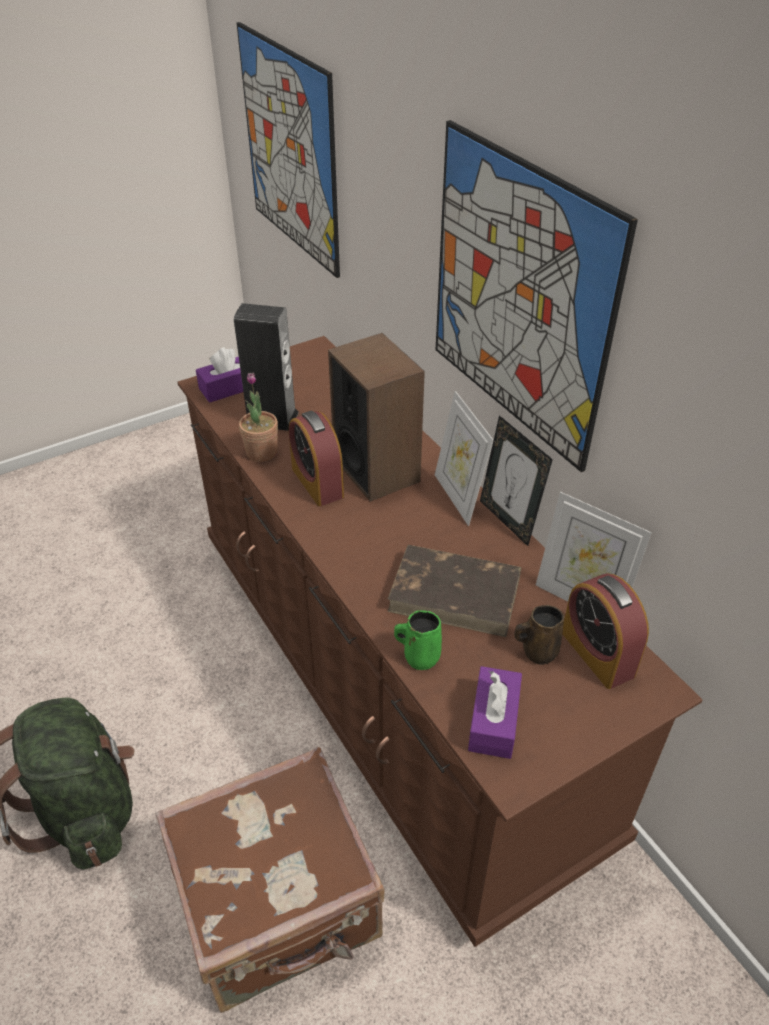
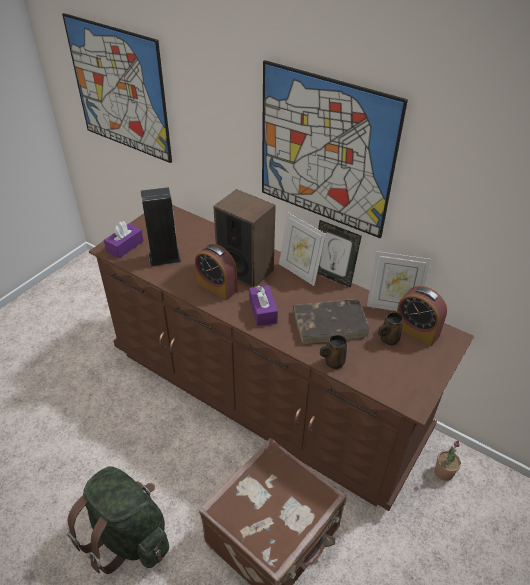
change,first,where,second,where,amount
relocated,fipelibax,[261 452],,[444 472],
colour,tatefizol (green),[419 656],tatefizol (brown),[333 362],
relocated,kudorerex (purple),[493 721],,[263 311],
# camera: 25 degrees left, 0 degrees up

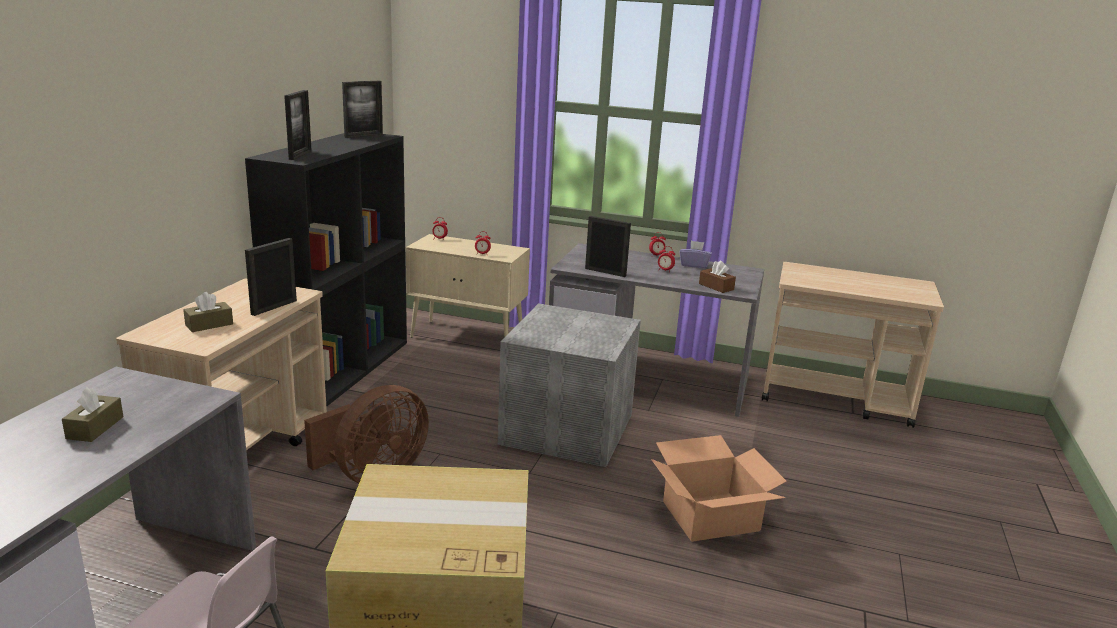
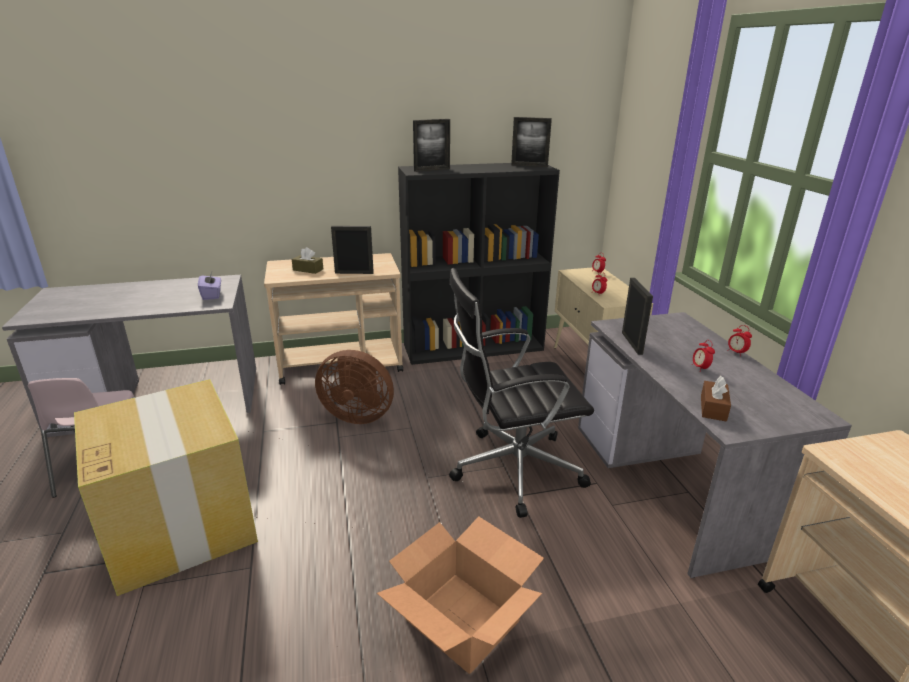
change,first,where,second,where,amount
missing,kudorerex (brown),[95 427],,,
exchanged,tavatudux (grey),[565 429],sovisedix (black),[512 469],
relocated,kudorerex (purple),[694 265],,[212 295],
# camera: 60 degrees right, 5 degrees up

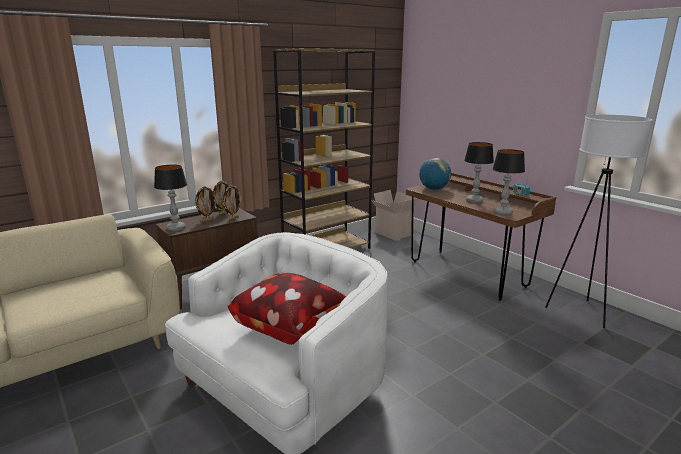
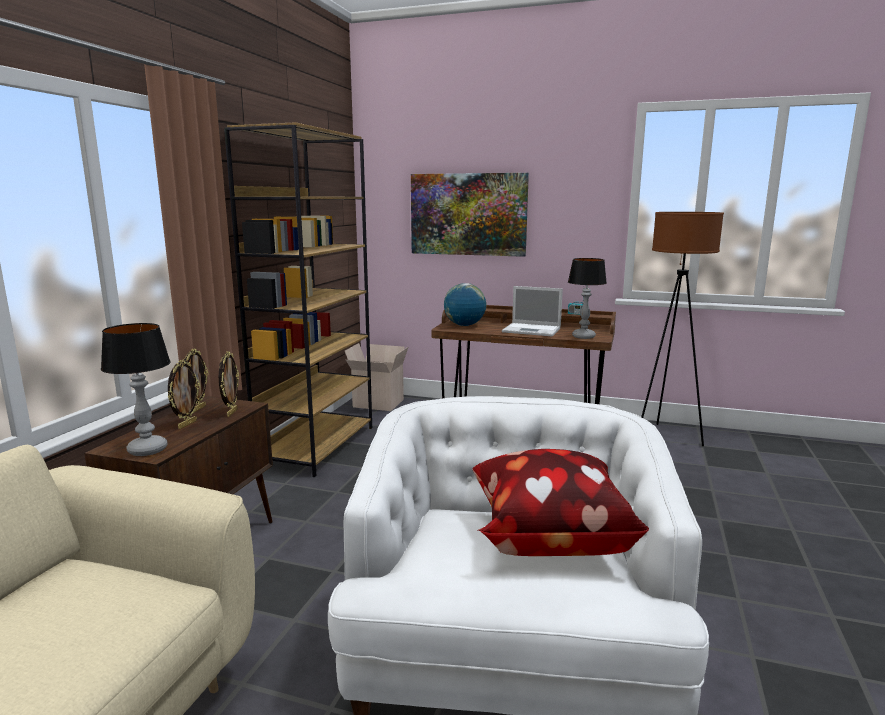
change,first,where,second,where,amount
exchanged,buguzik,[475 201],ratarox,[533 330],
colour,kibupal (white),[579 312],kibupal (brown),[665 437],
appeared,,,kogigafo,[468 214],
# camera: 35 degrees left, 5 degrees down

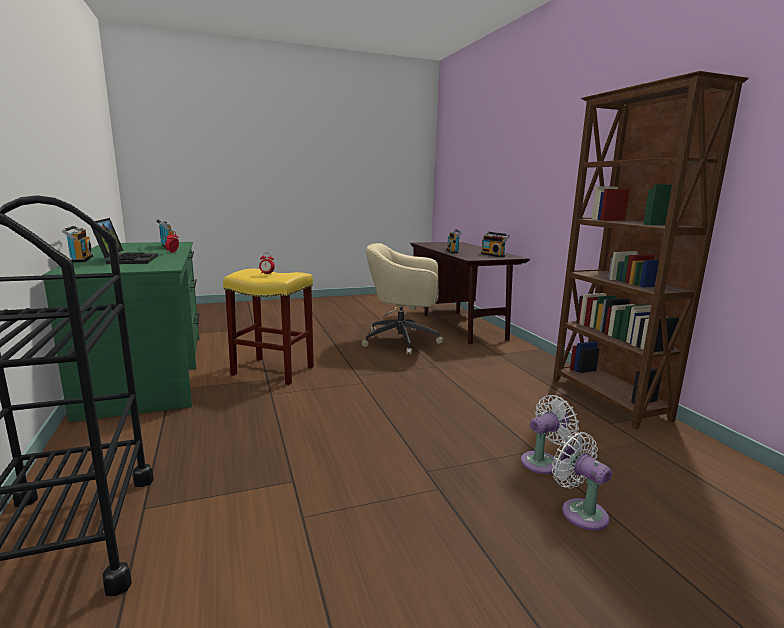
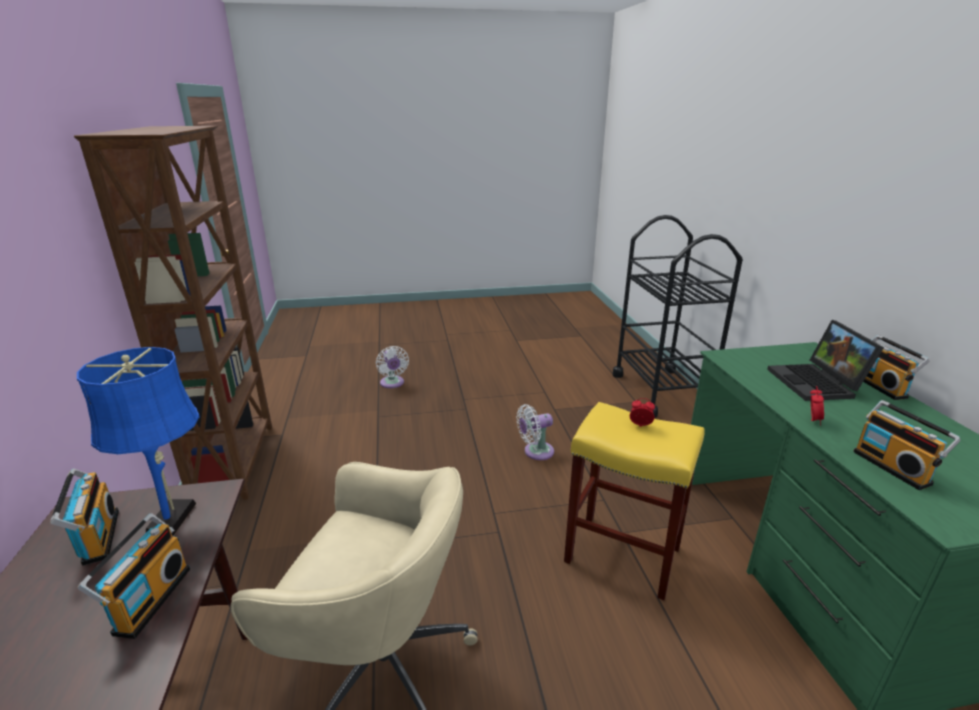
change,first,where,second,where,amount
relocated,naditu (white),[543 462],,[535 452],
appeared,,,buguzik (blue),[174 515],
# camera: 170 degrees left, 10 degrees up

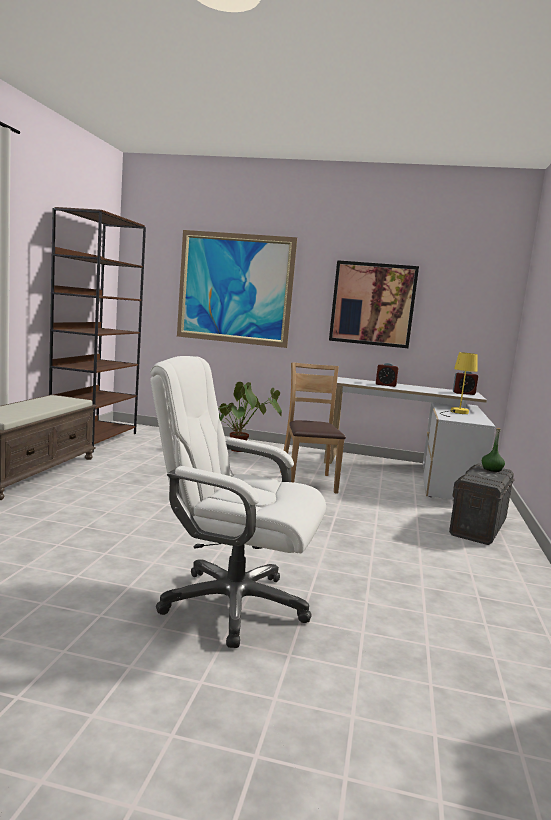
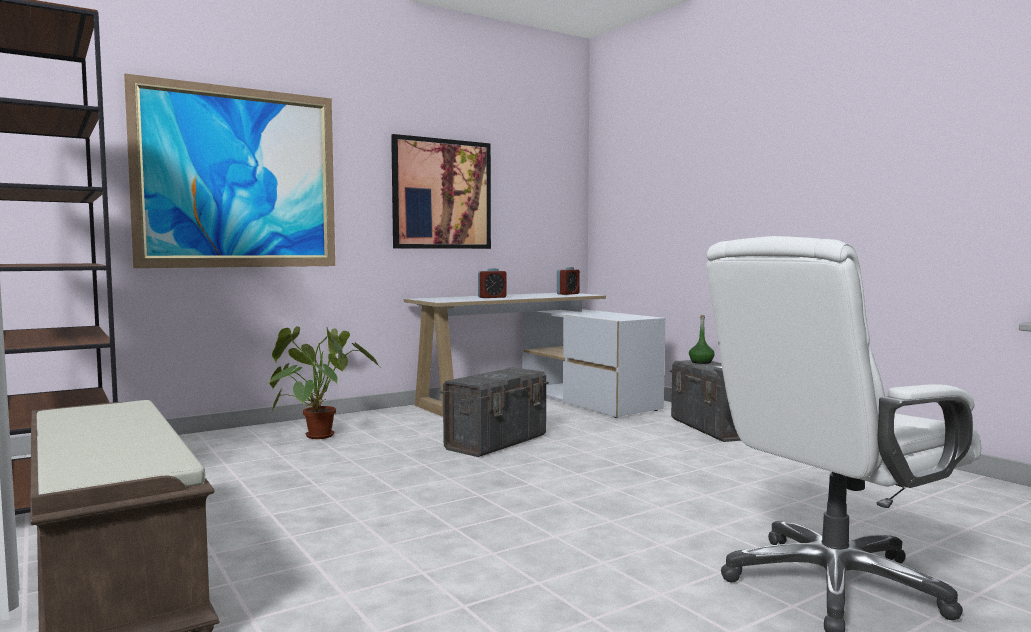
change,first,where,second,where,amount
exchanged,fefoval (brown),[308 482],tavatudux (grey),[497 442],
missing,buguzik (yellow),[456 412],,,
# camera: 45 degrees left, 5 degrees down

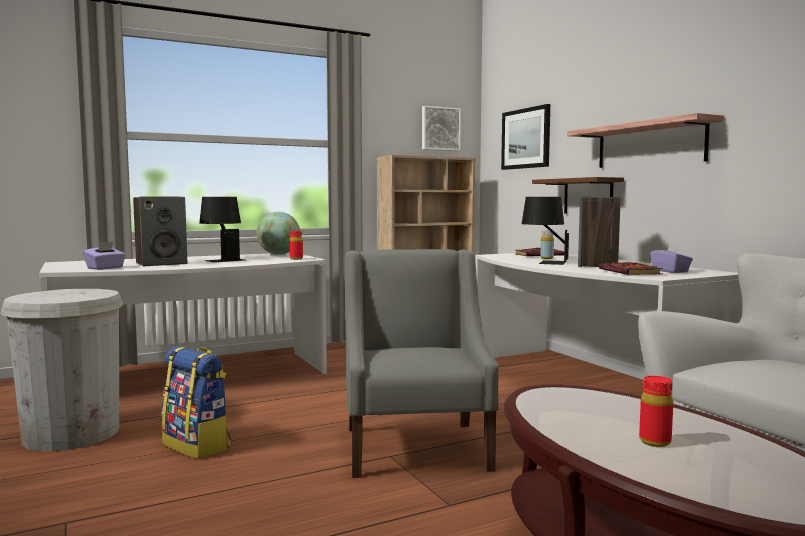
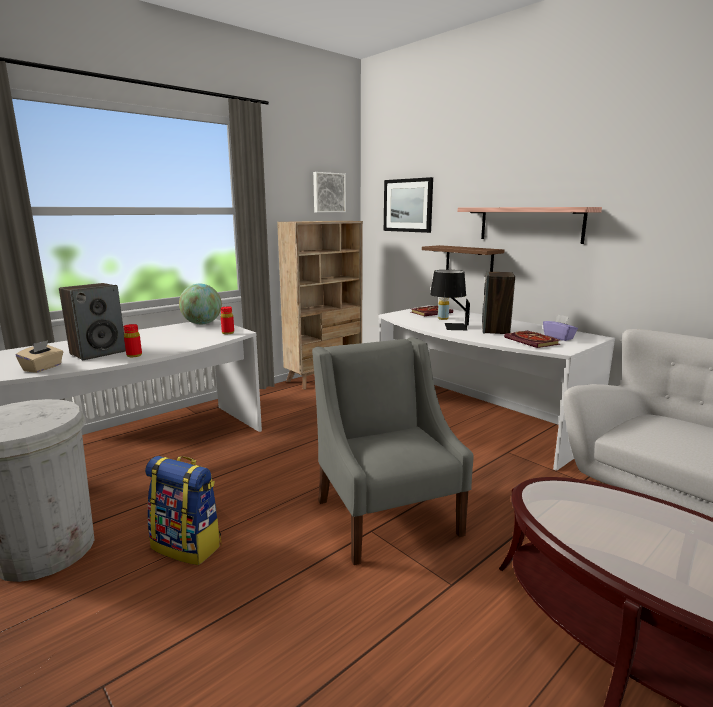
change,first,where,second,where,amount
colour,kudorerex (purple),[105 268],kudorerex (beige),[43 368],
missing,buguzik (black),[222 259],,,
relocated,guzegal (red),[655 441],,[134 355],
# camera: 15 degrees left, 10 degrees up

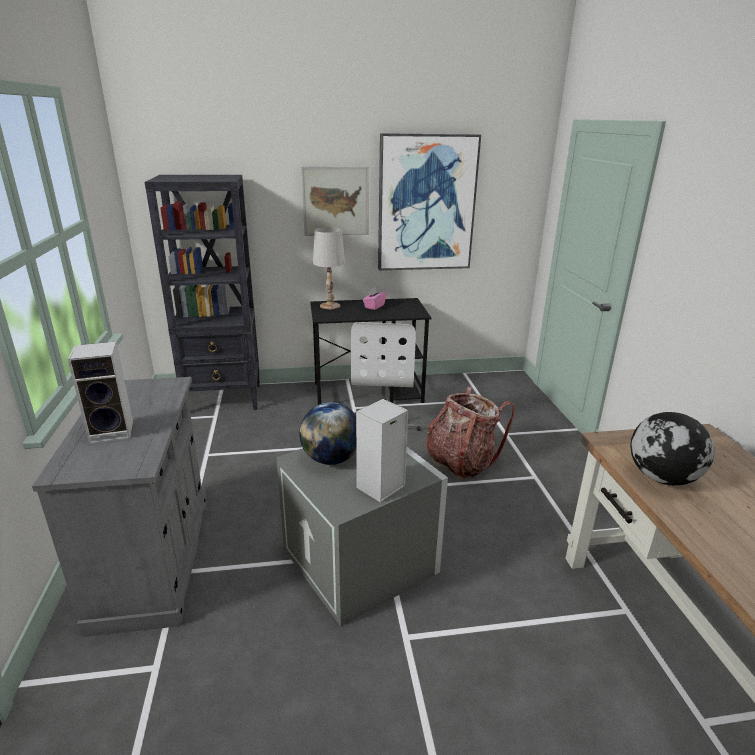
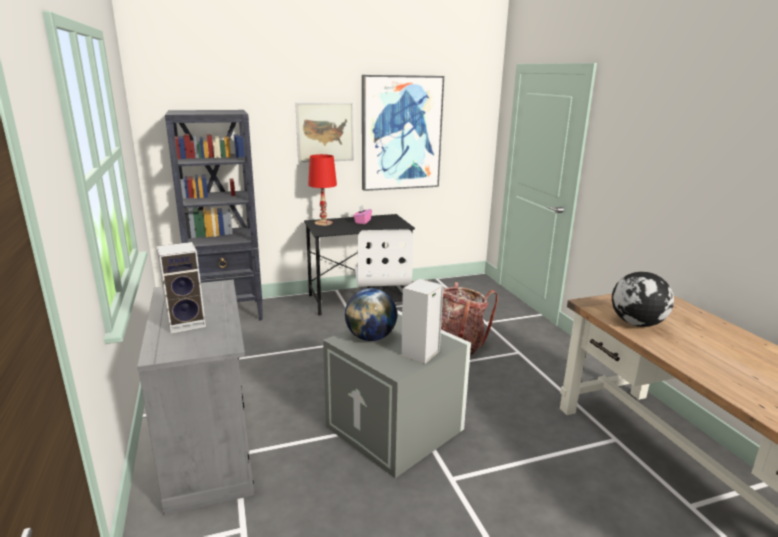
change,first,where,second,where,amount
colour,buguzik (white),[330 306],buguzik (red),[324 223],
# camera: 10 degrees left, 5 degrees down

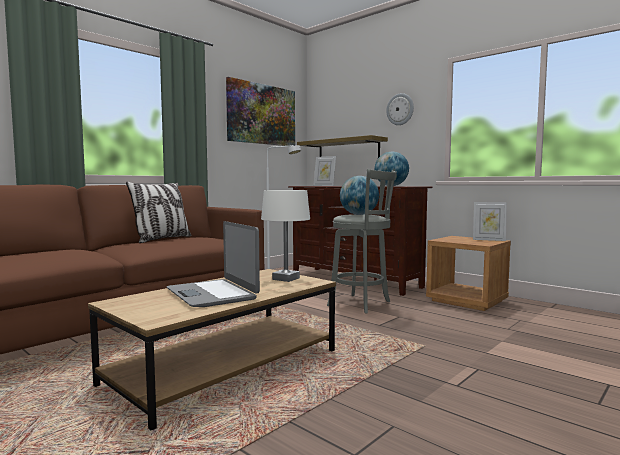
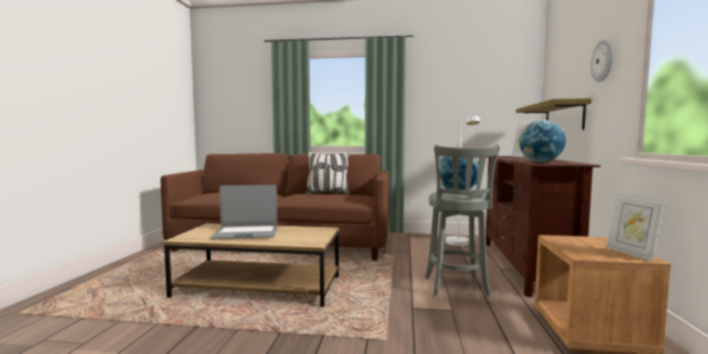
change,first,where,second,where,amount
spun,ratarox,[212 294],,[246 233],120 degrees counterclockwise
missing,kogigafo,[262 114],,,
missing,buguzik (white),[285 279],,,
# camera: 55 degrees right, 0 degrees up

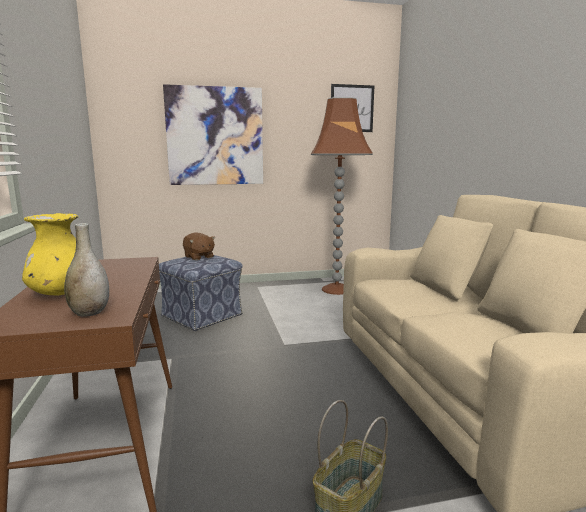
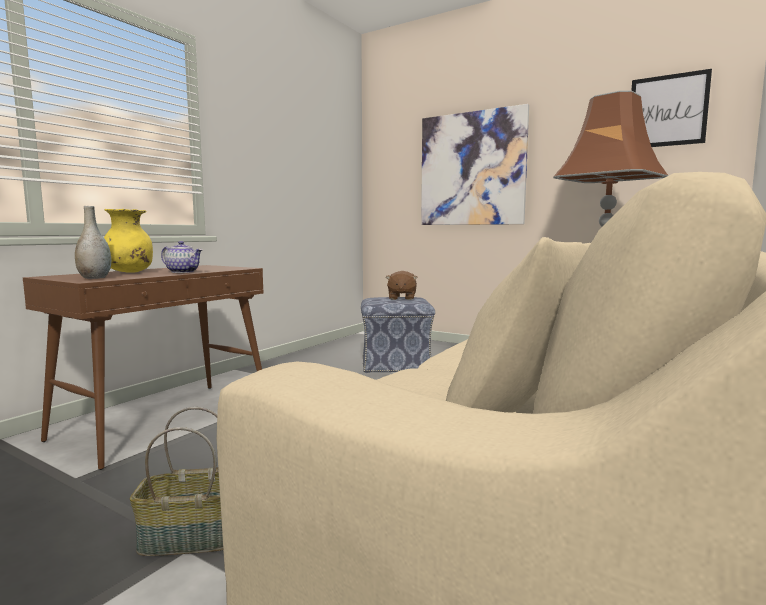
change,first,where,second,where,amount
appeared,,,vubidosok,[183 272],
# camera: 45 degrees right, 5 degrees down

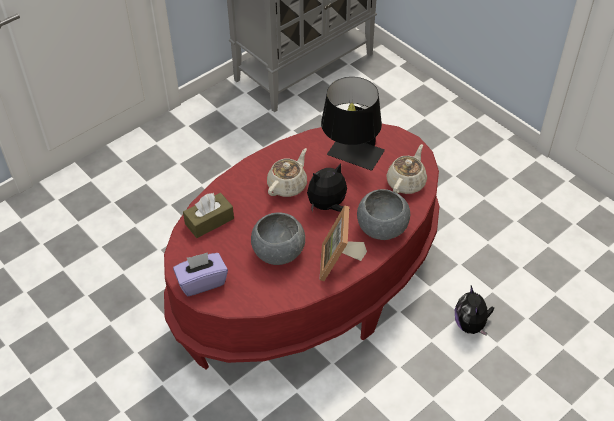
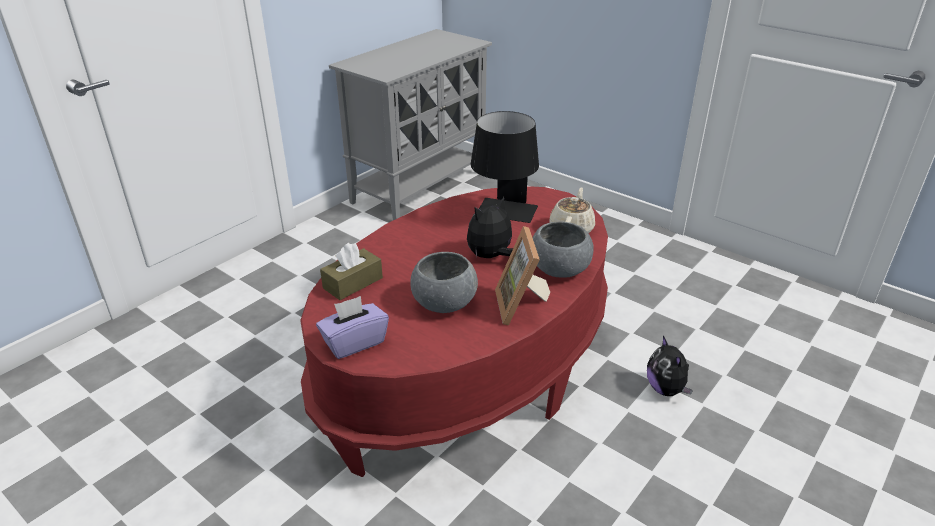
change,first,where,second,where,amount
missing,vubidosok (beige),[288 185],,,
# camera: 10 degrees left, 15 degrees down

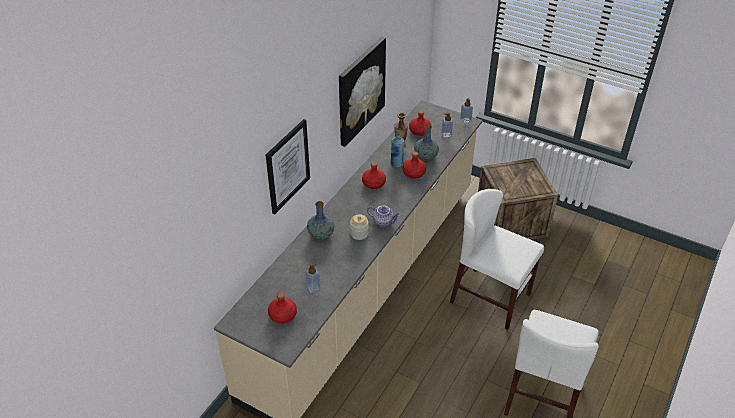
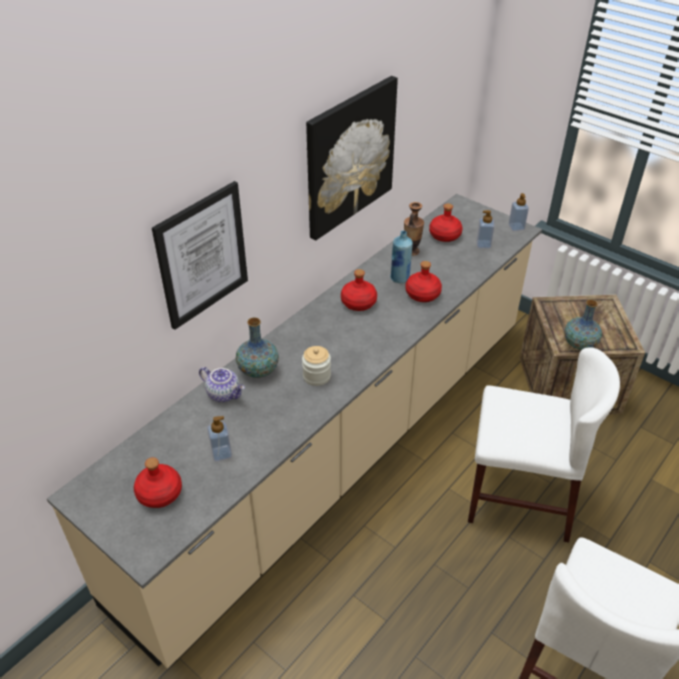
change,first,where,second,where,amount
relocated,vubidosok,[383 221],,[224 394],
relocated,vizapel,[425 156],,[579 344],
spun,fefoval (white),[490 298],,[519 497],150 degrees clockwise
# camera: 10 degrees right, 0 degrees up

